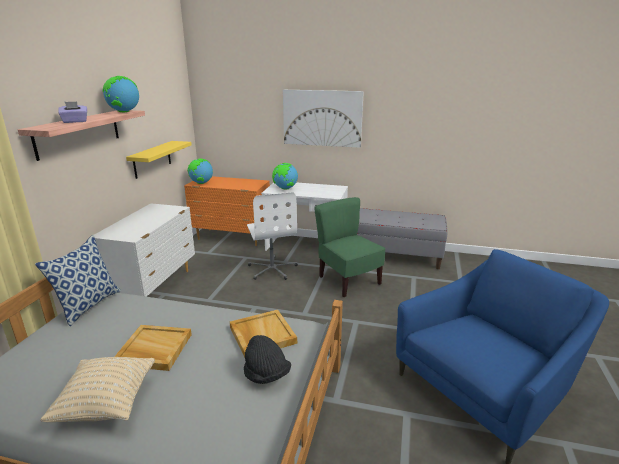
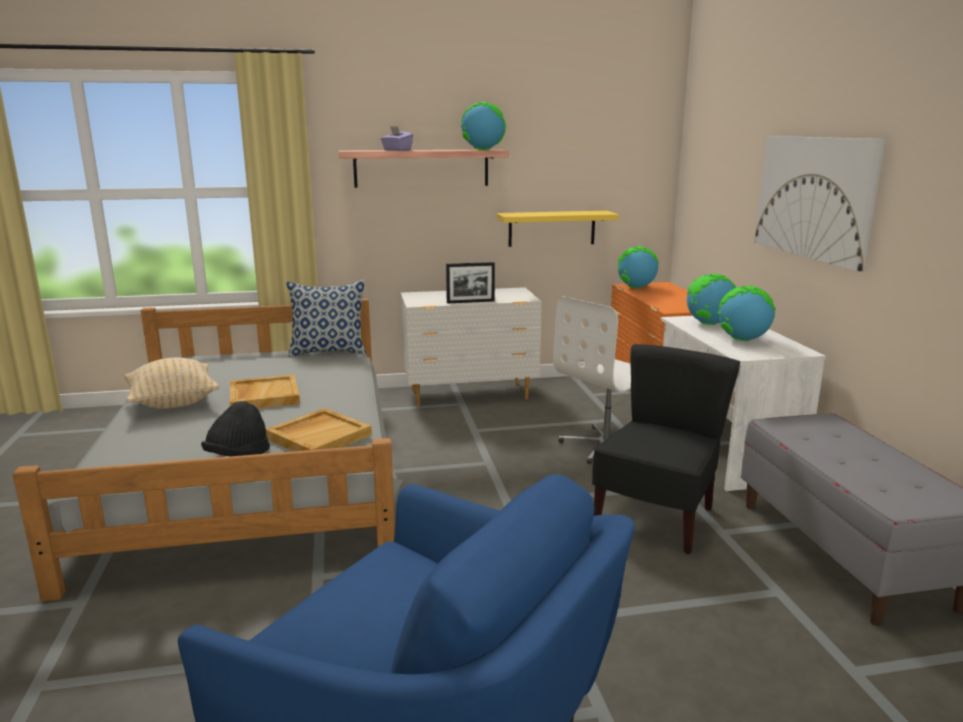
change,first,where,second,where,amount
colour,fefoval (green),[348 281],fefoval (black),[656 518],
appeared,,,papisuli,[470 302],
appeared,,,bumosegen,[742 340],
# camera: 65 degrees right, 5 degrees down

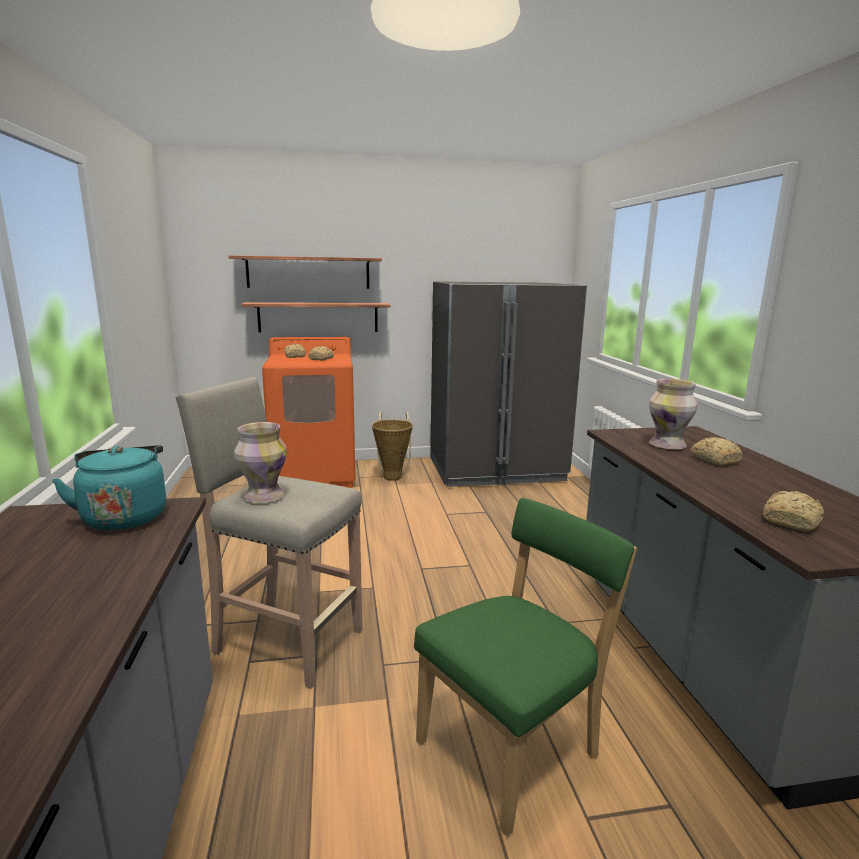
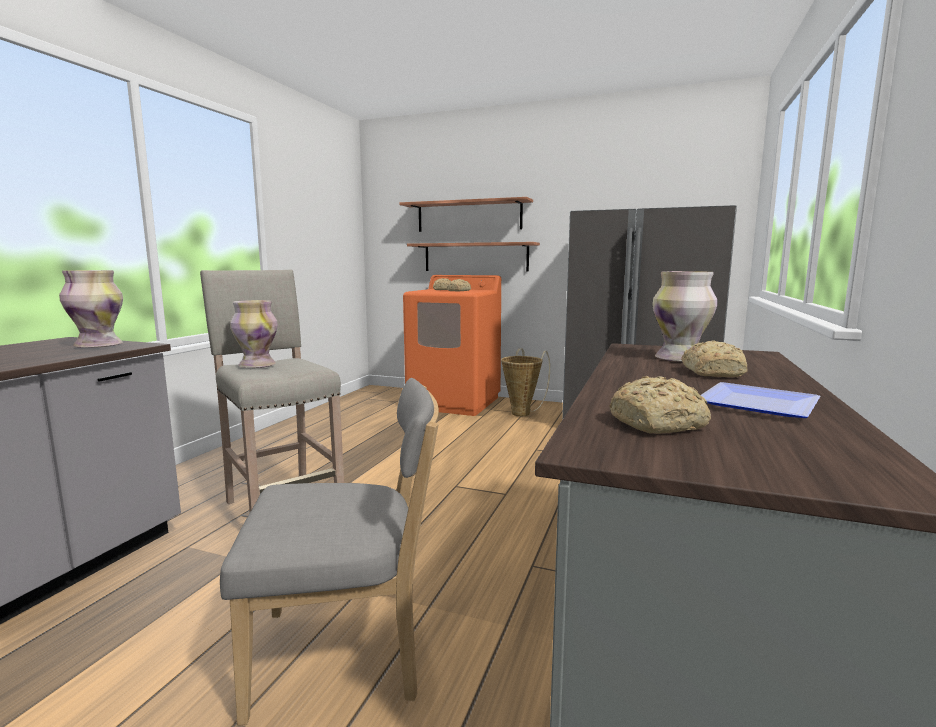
change,first,where,second,where,amount
exchanged,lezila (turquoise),[125 516],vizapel,[100 345],
colour,fefoval (green),[514 746],fefoval (grey),[348 654],
appeared,,,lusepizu,[754 403],
# camera: 30 degrees right, 5 degrees down

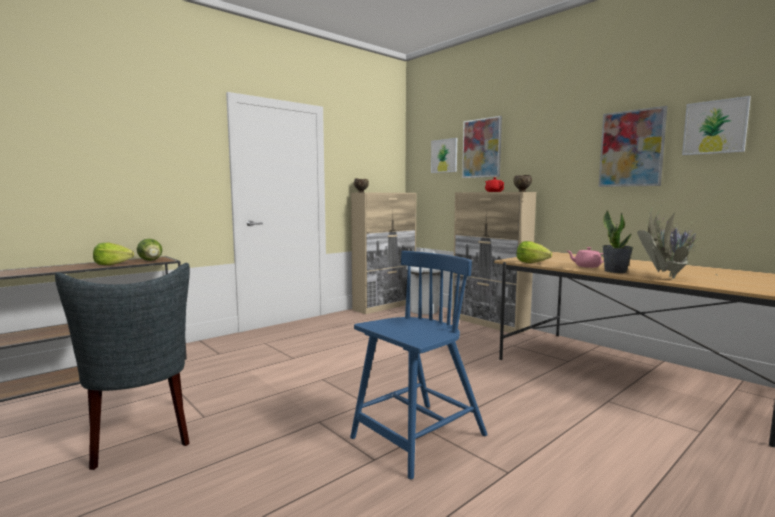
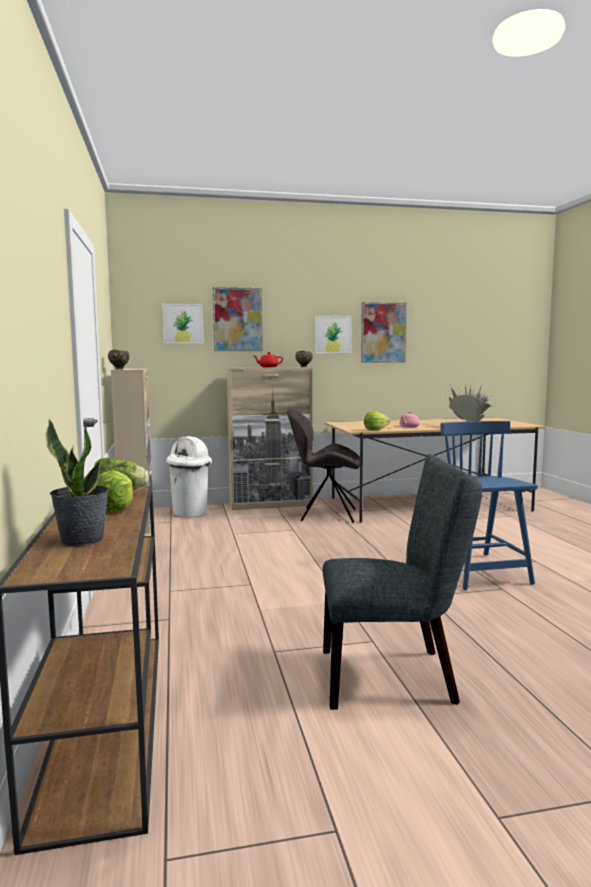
change,first,where,second,where,amount
relocated,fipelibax,[615 271],,[82 540],
relocated,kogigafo,[715 127],,[333 334],
appeared,,,fefoval (grey),[326 515],
# camera: 60 degrees left, 0 degrees up

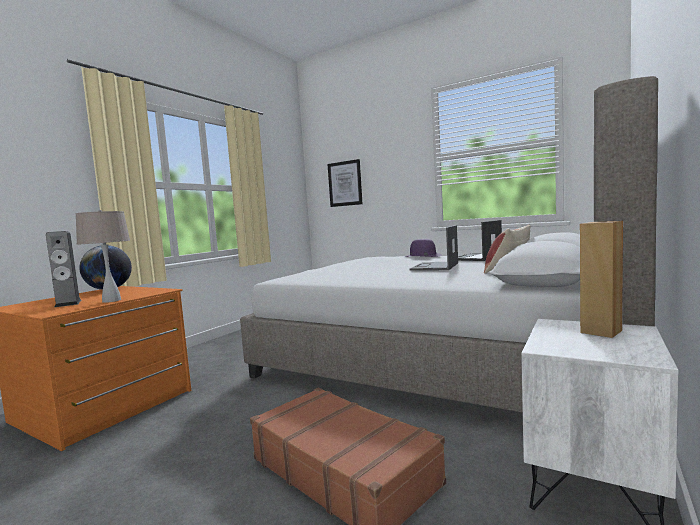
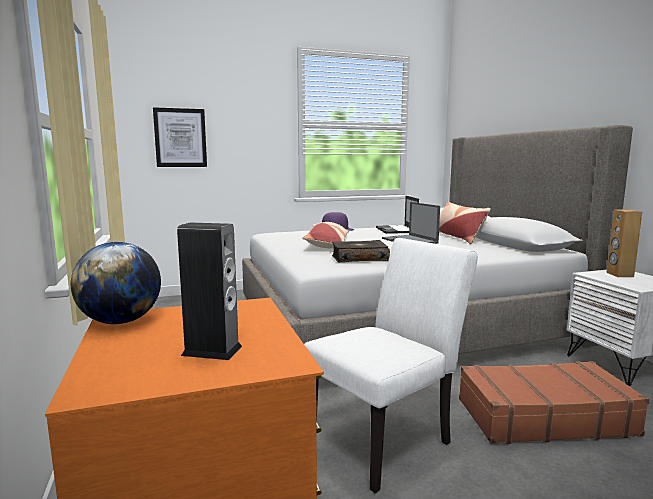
change,first,where,second,where,amount
missing,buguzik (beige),[112 300],,,
appeared,,,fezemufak,[328 244],
appeared,,,fefoval (white),[387 438],
appeared,,,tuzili,[359 258],
# camera: 50 degrees left, 5 degrees up

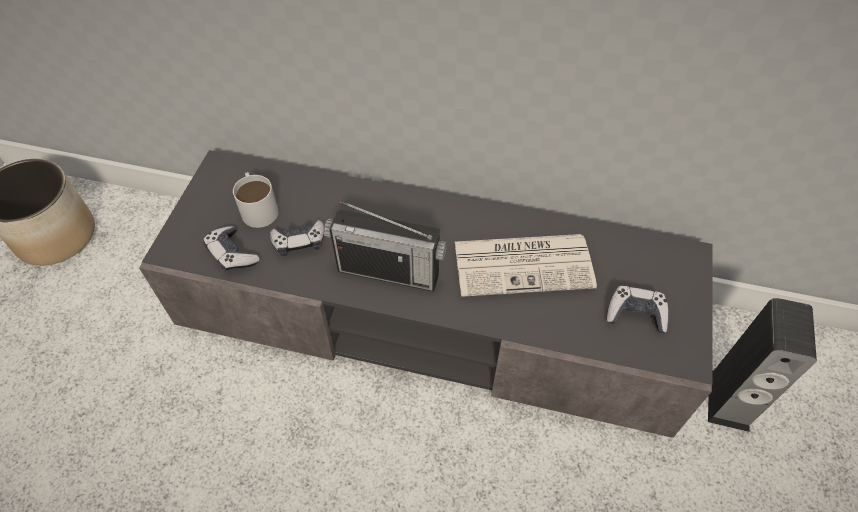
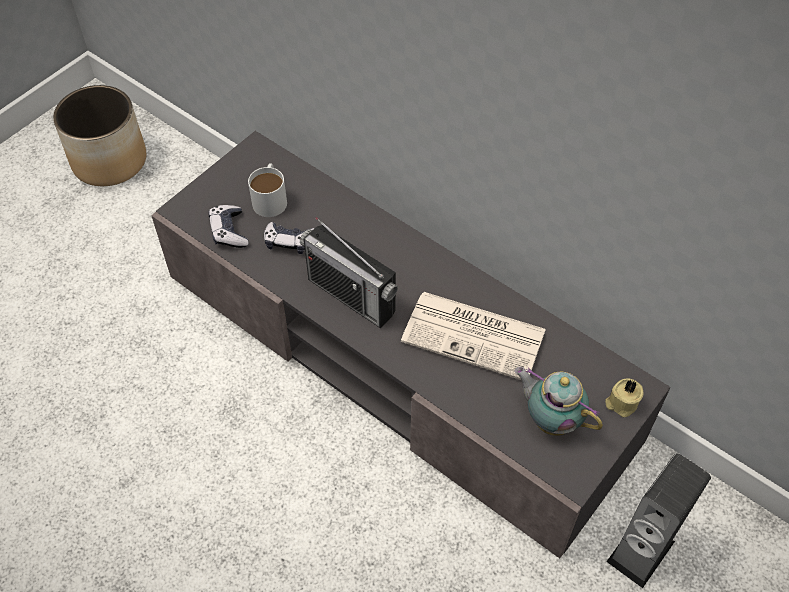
change,first,where,second,where,amount
exchanged,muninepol,[636 314],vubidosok,[551 419],
appeared,,,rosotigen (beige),[621 403],
# camera: 25 degrees right, 0 degrees up

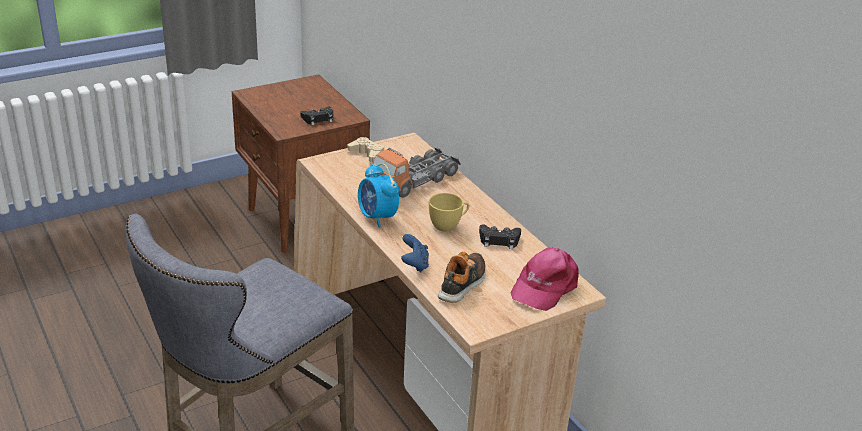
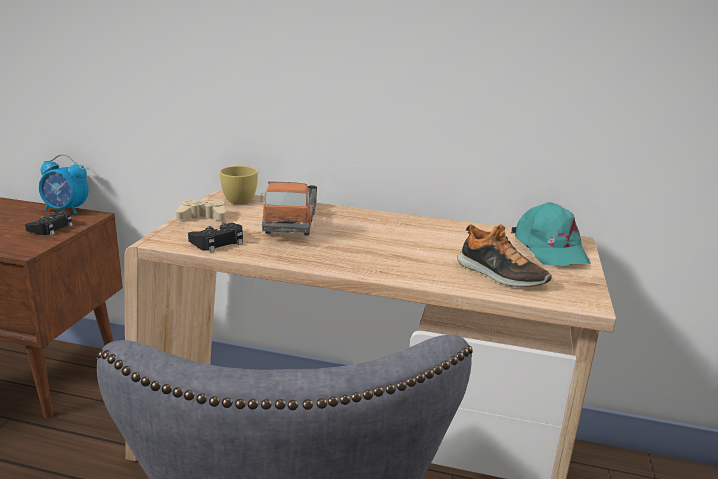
change,first,where,second,where,amount
relocated,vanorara,[377 217],,[66 210],
missing,muninepol (blue),[414 264],,,
relocated,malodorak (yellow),[448 225],,[242 199],
spun,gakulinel,[463 283],,[499 275],150 degrees clockwise
relocated,muninepol (black),[499 240],,[218 242],
colour,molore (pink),[544 286],molore (turquoise),[549 248],
# camera: 45 degrees left, 10 degrees down

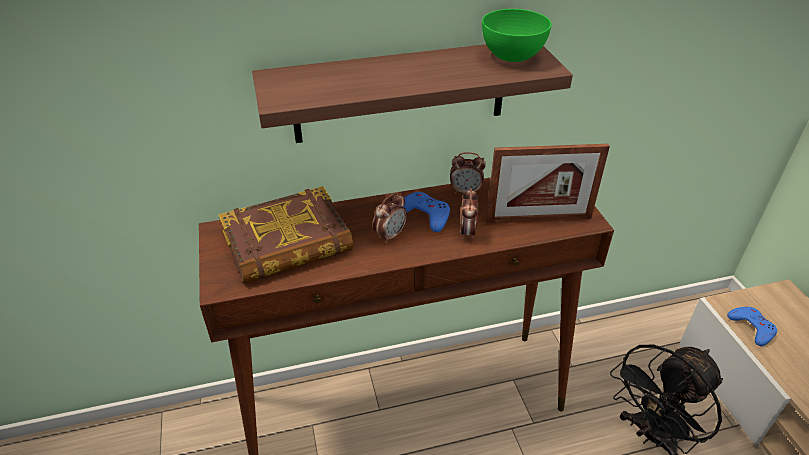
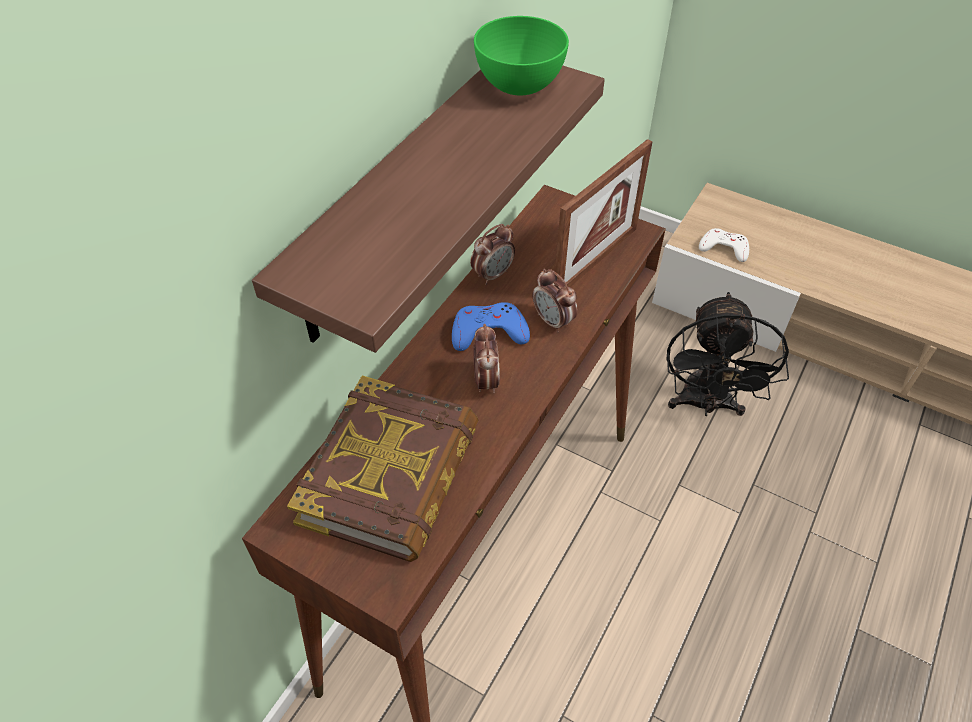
change,first,where,second,where,amount
colour,muninepol (blue),[751 327],muninepol (white),[724 248],
# camera: 45 degrees left, 10 degrees up

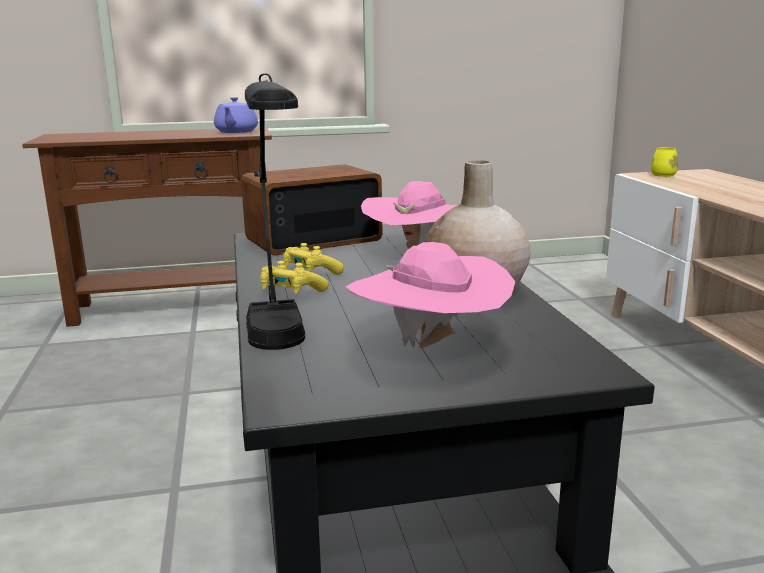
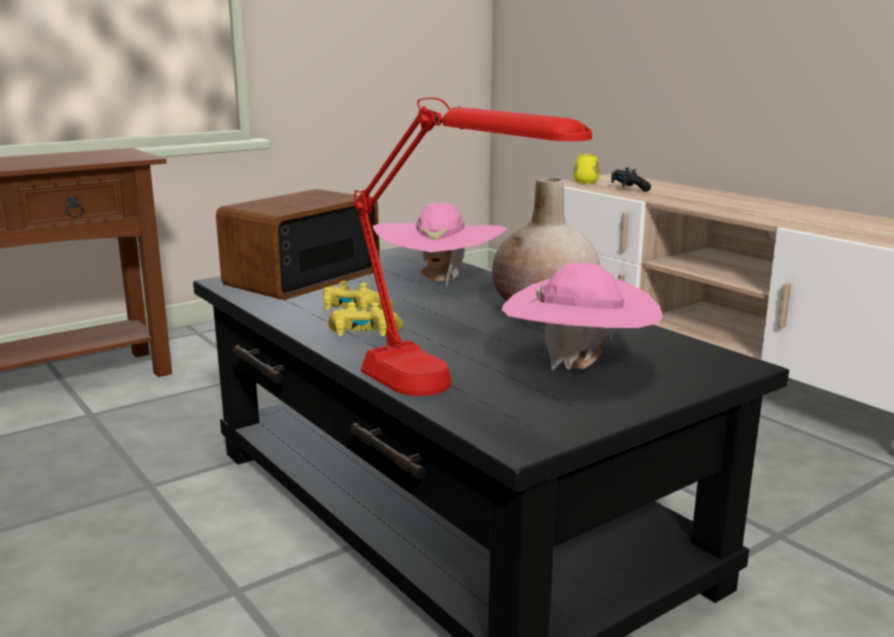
change,first,where,second,where,amount
missing,vubidosok (purple),[236 132],,,
colour,buguzik (black),[279 355],buguzik (red),[448 398],
appeared,,,muninepol (black),[629 189],
# camera: 25 degrees left, 0 degrees up

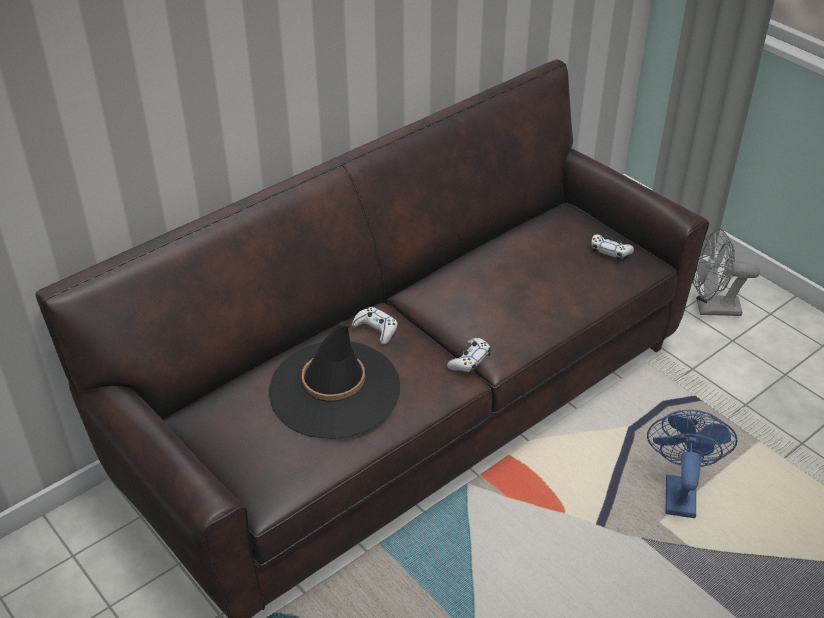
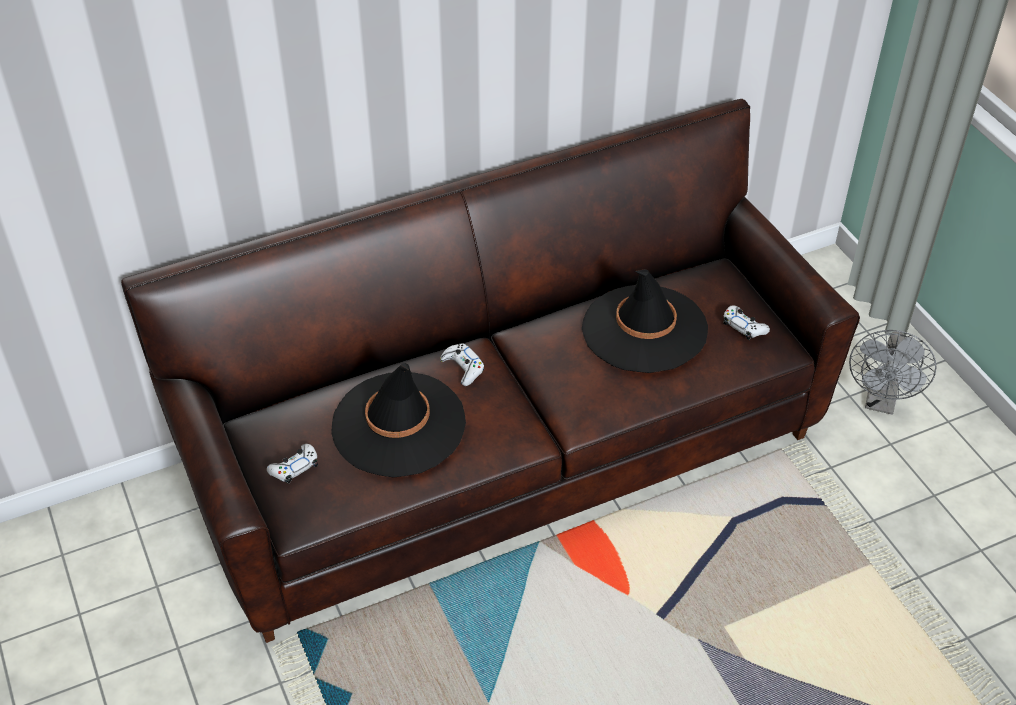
change,first,where,second,where,amount
relocated,muninepol (white),[469 360],,[294 467],
missing,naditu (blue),[679 490],,,
spun,naditu (grey),[711 308],,[881 402],90 degrees counterclockwise
appeared,,,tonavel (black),[644 329],
# camera: 15 degrees right, 5 degrees up

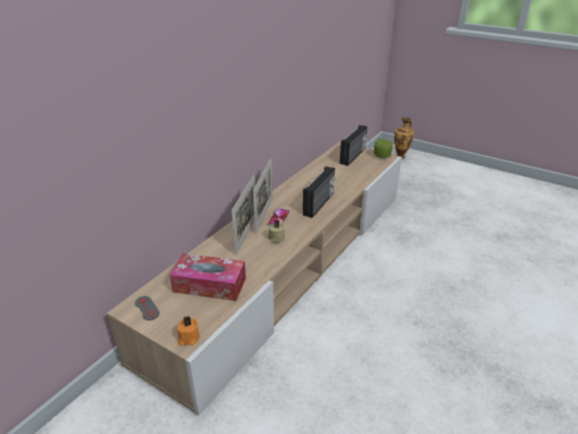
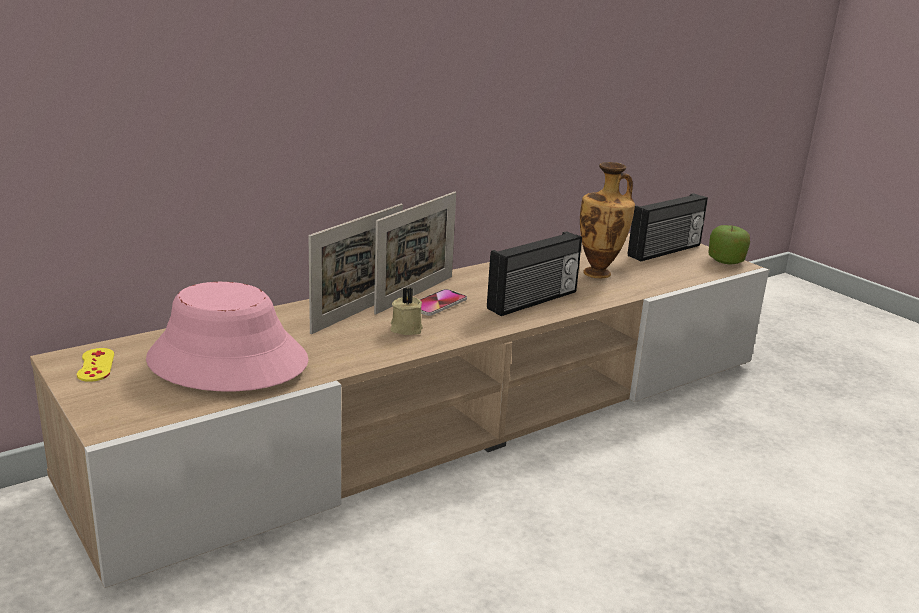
change,first,where,second,where,amount
colour,muninepol (grey),[147 308],muninepol (yellow),[96 365],
exchanged,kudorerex,[209 285],tonavel (pink),[226 361],
missing,rosotigen (orange),[188 338],,,
relocated,vizapel,[400 156],,[599 273],
# camera: 20 degrees right, 10 degrees down

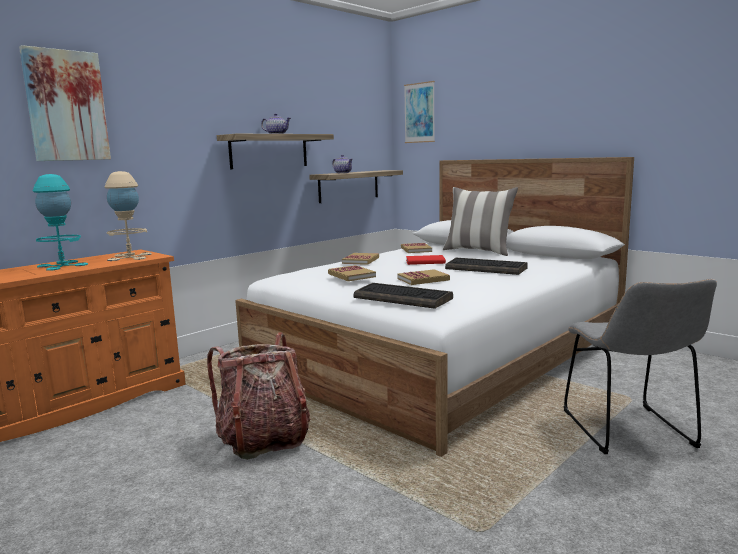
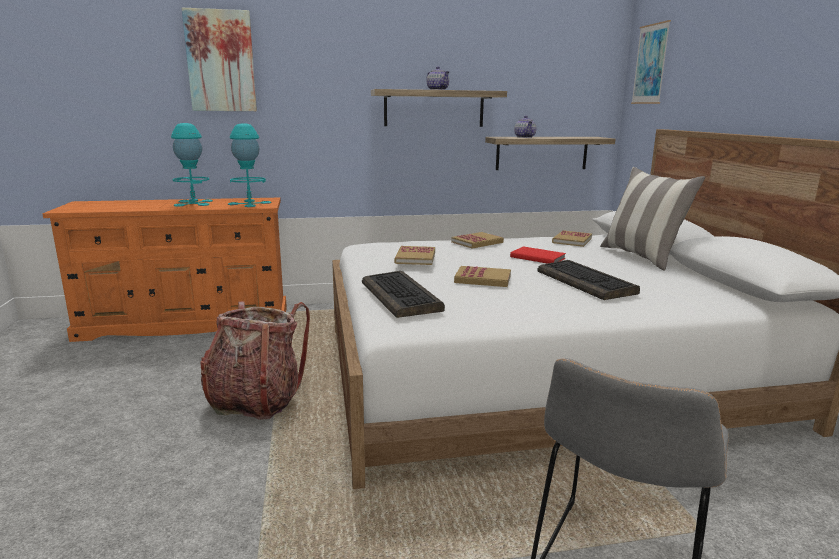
change,first,where,second,where,amount
colour,buguzik (beige),[130 257],buguzik (turquoise),[249 203],
# camera: 35 degrees right, 5 degrees up

